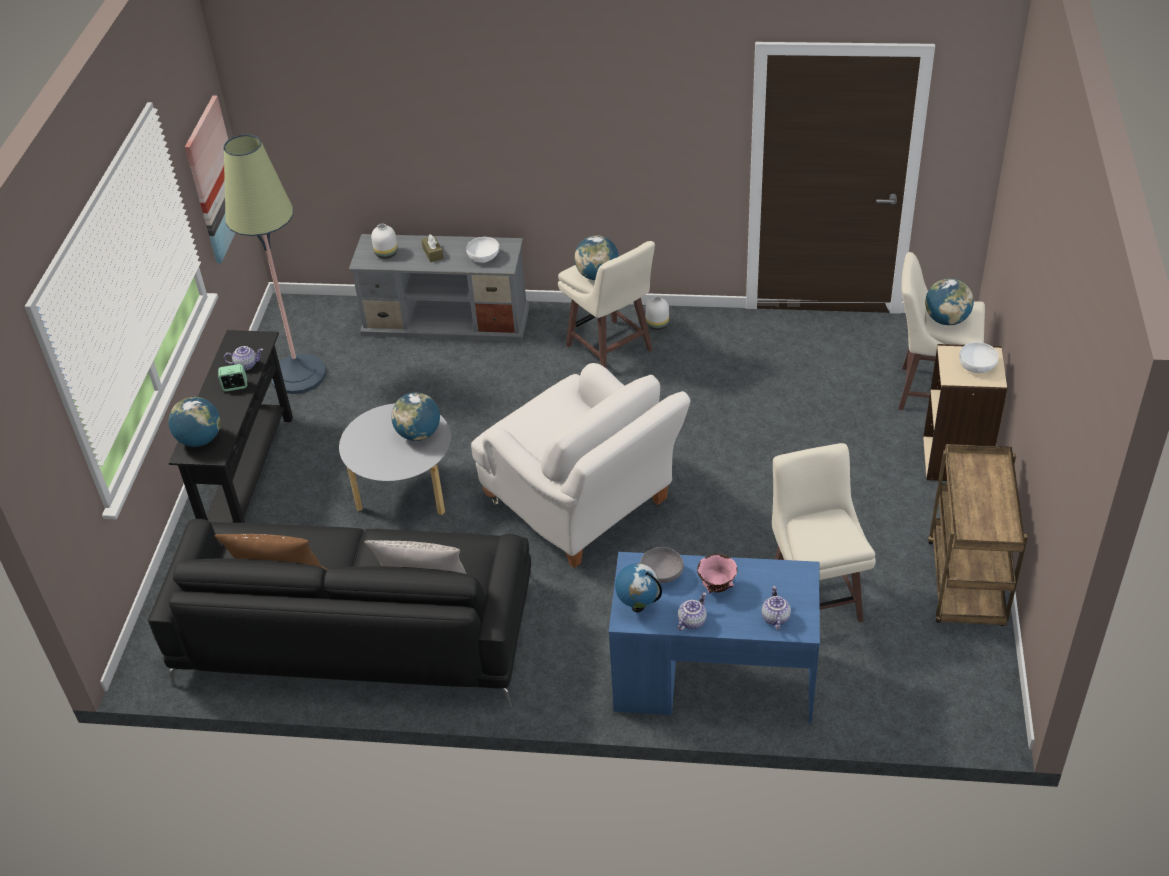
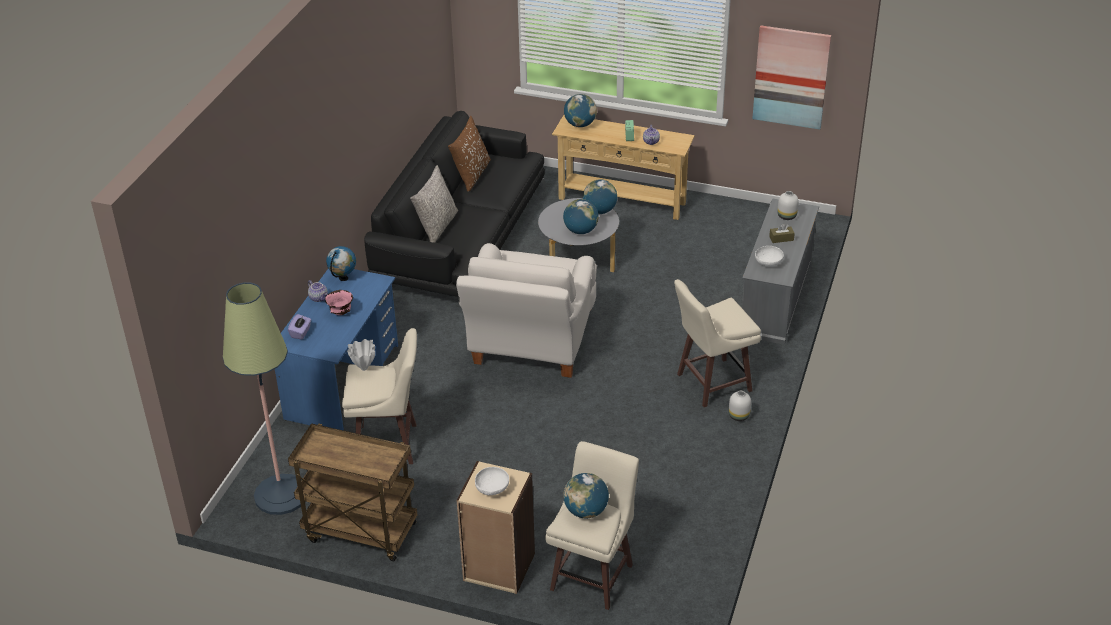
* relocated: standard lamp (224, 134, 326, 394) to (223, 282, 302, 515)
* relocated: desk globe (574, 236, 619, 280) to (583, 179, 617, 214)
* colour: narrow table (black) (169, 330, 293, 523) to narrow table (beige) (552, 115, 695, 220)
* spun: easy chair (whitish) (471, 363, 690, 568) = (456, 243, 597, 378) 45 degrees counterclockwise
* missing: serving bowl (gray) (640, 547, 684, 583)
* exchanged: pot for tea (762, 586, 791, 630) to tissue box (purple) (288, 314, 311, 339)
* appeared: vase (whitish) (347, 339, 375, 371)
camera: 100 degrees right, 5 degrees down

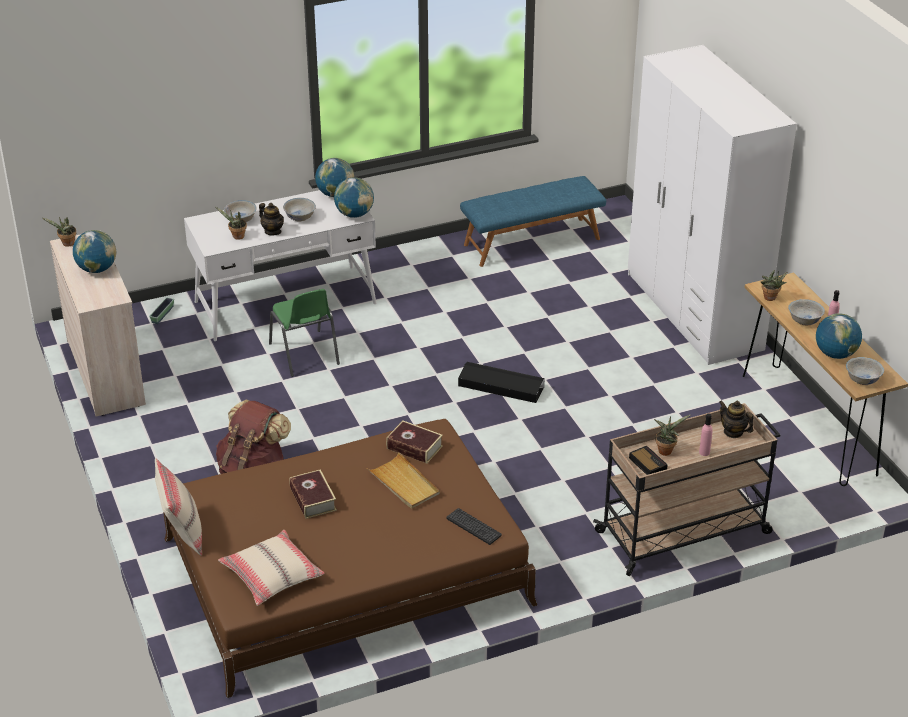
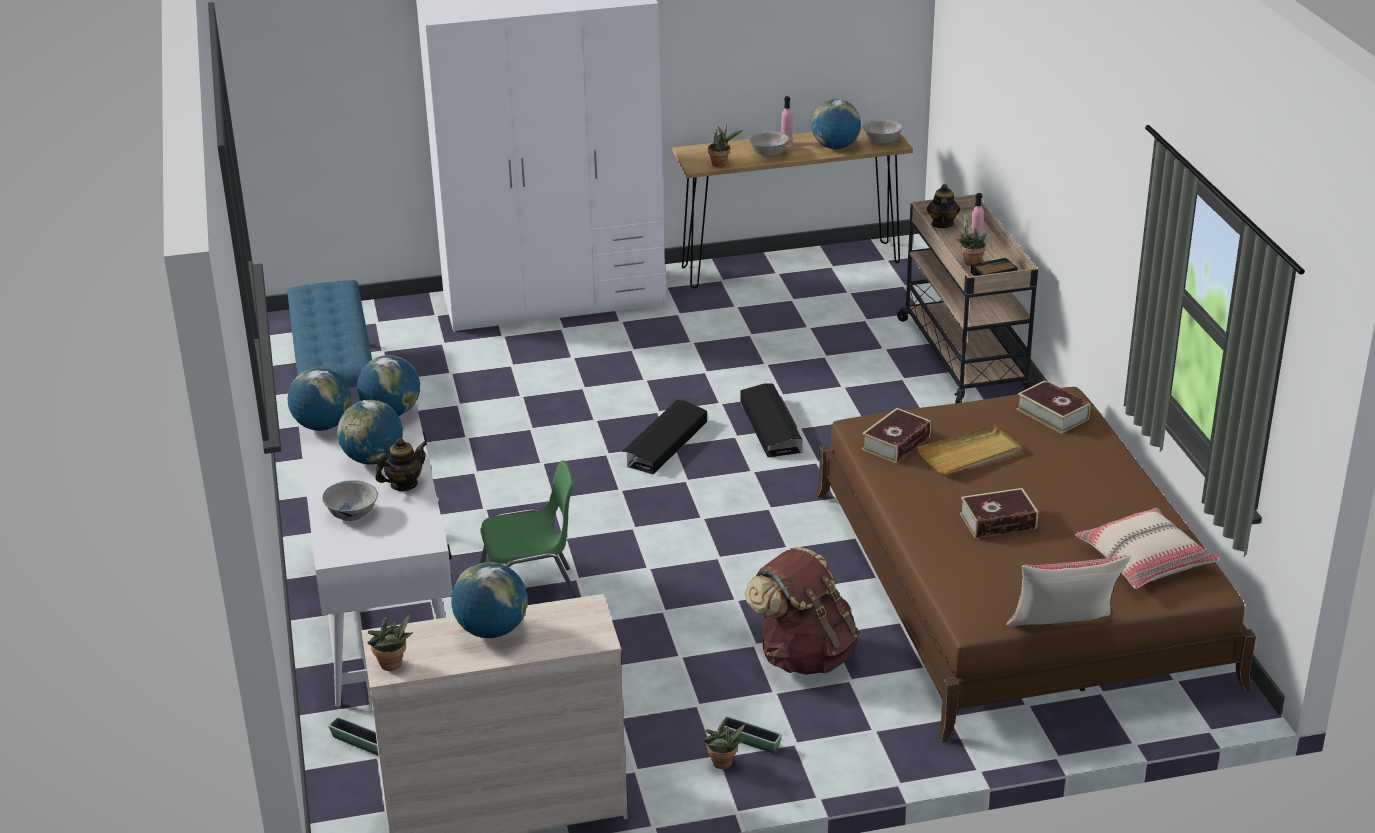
* exchanged: serving bowl (whitish) (283, 198, 316, 222) to desk globe (337, 400, 403, 465)
* relocated: houseplant (216, 207, 247, 240) to (703, 721, 746, 769)
* spun: pot for tea (719, 400, 754, 438) = (927, 184, 960, 228) 135 degrees clockwise
* exchanged: computer keyboard (446, 508, 502, 545) to volume (1016, 380, 1090, 434)
* appeared: storage container (black) (740, 383, 802, 457)
* appeared: flower pot (719, 716, 782, 753)
camera: 80 degrees left, 5 degrees down

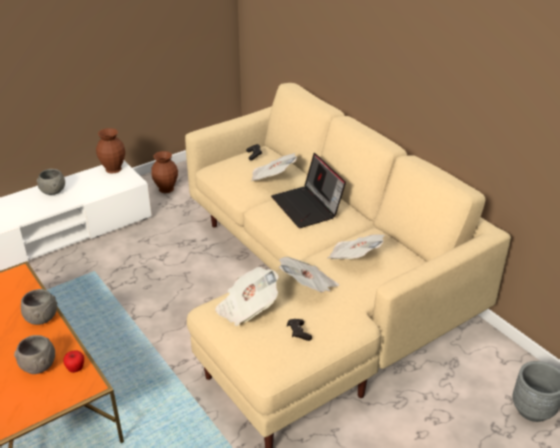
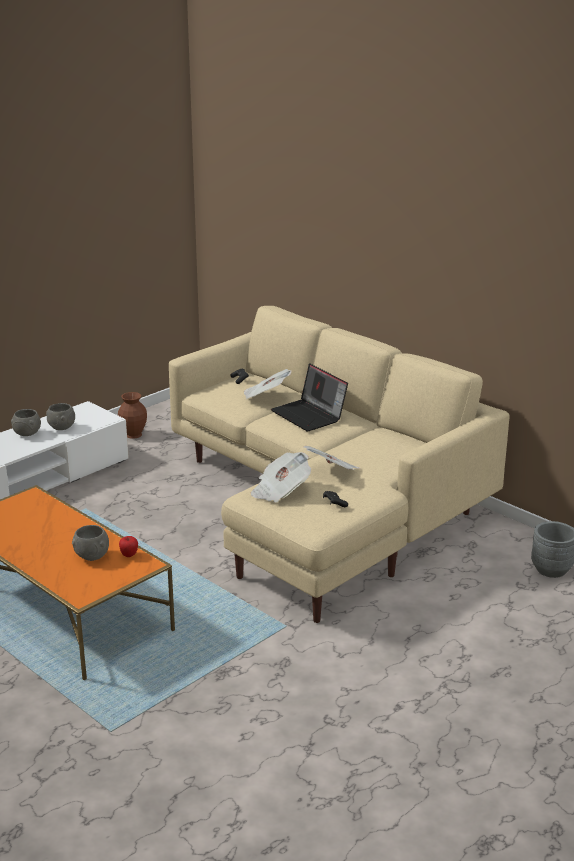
* missing: vase (brownish) (96, 128, 125, 173)
* missing: newspaper (327, 234, 385, 259)
* relocated: serving bowl (gray) (21, 289, 57, 325) to (46, 403, 75, 430)
camera: 10 degrees left, 10 degrees down

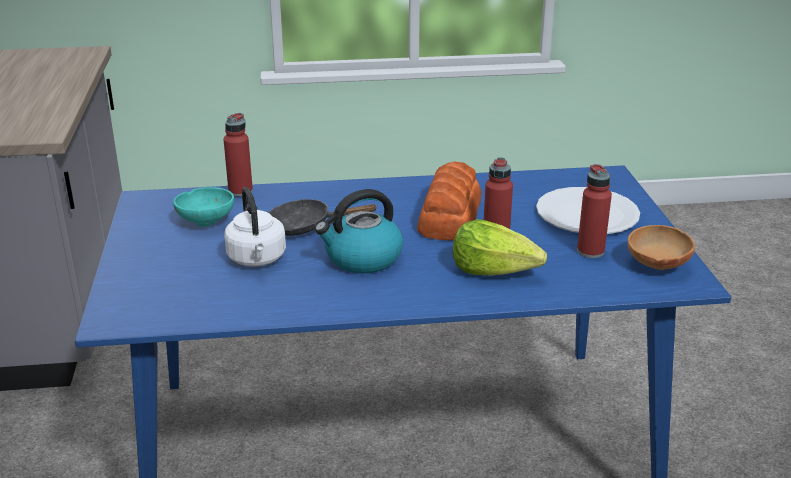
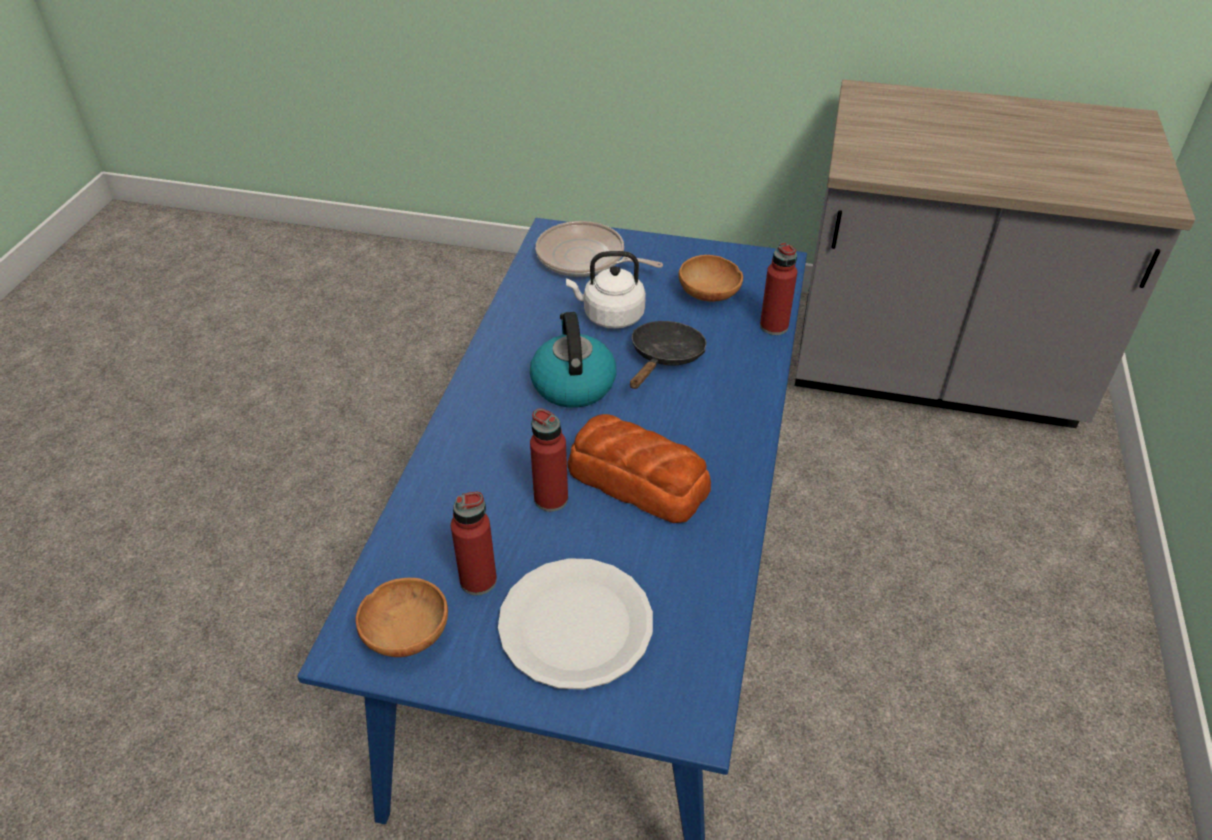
* colour: serving bowl (turquoise-coloured) (173, 187, 234, 227) to serving bowl (brownish) (679, 255, 743, 302)
* missing: lettuce head (452, 219, 547, 275)
* appeared: pan (536, 221, 663, 277)
camera: 110 degrees right, 15 degrees up

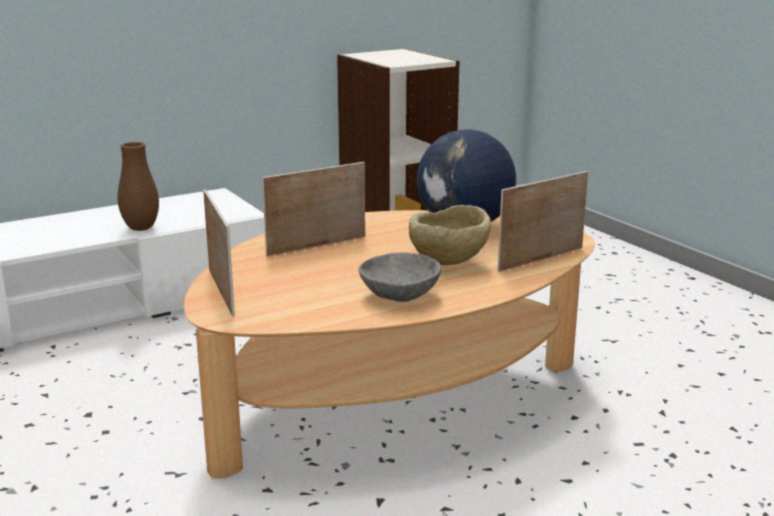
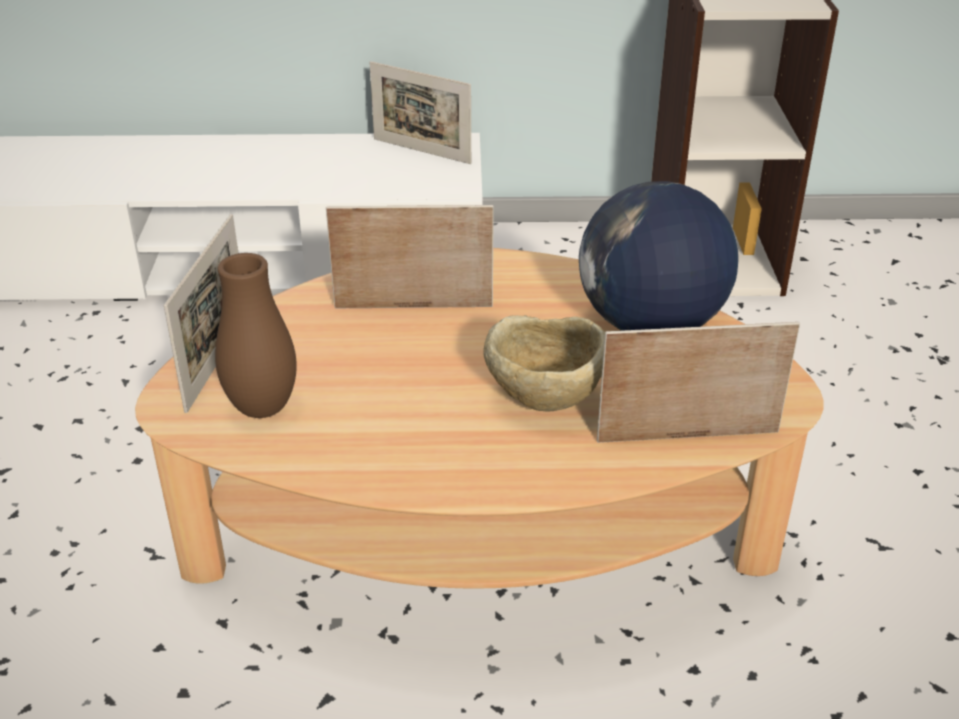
* relocated: vase (brownish) (118, 142, 159, 231) to (215, 253, 297, 418)
* missing: serving bowl (gray) (358, 252, 441, 302)
* appeared: standing frame (369, 61, 471, 164)
camera: 30 degrees right, 15 degrees up

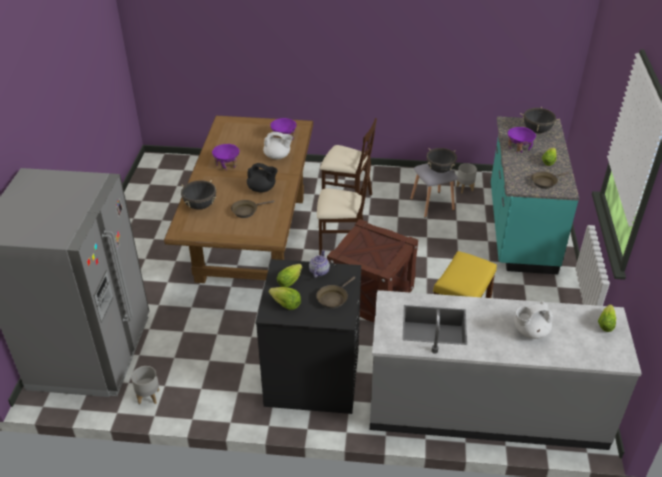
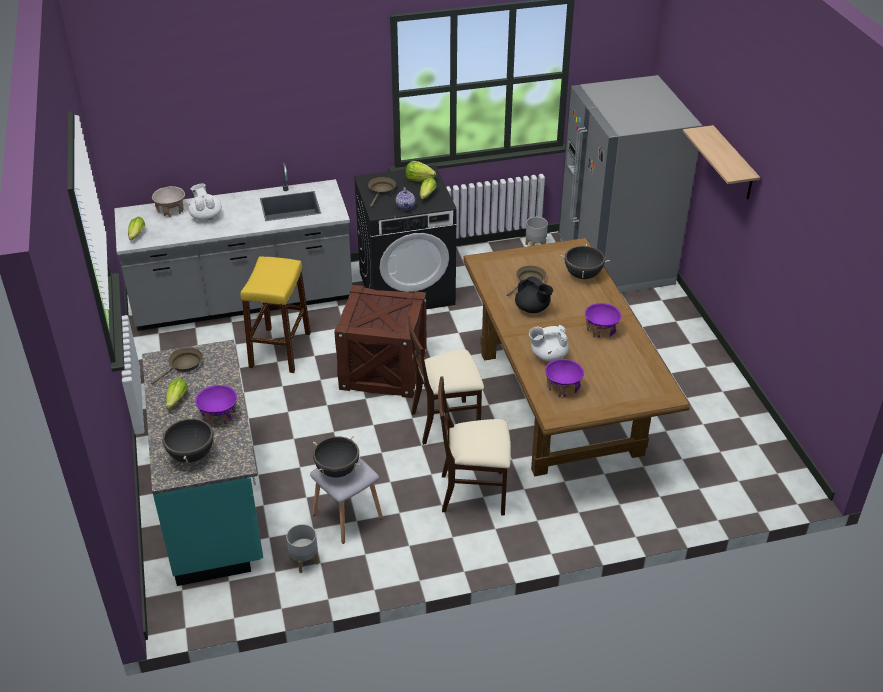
* spun: pot for tea (black) (247, 163, 278, 192) = (515, 276, 553, 313) 135 degrees counterclockwise
* spun: pot for tea (whitish) (514, 301, 553, 339) = (188, 184, 222, 221) 75 degrees counterclockwise
* appeared: shelf (683, 125, 760, 200)
* appeared: serving bowl (beige) (152, 186, 185, 217)
camera: 160 degrees right, 0 degrees up

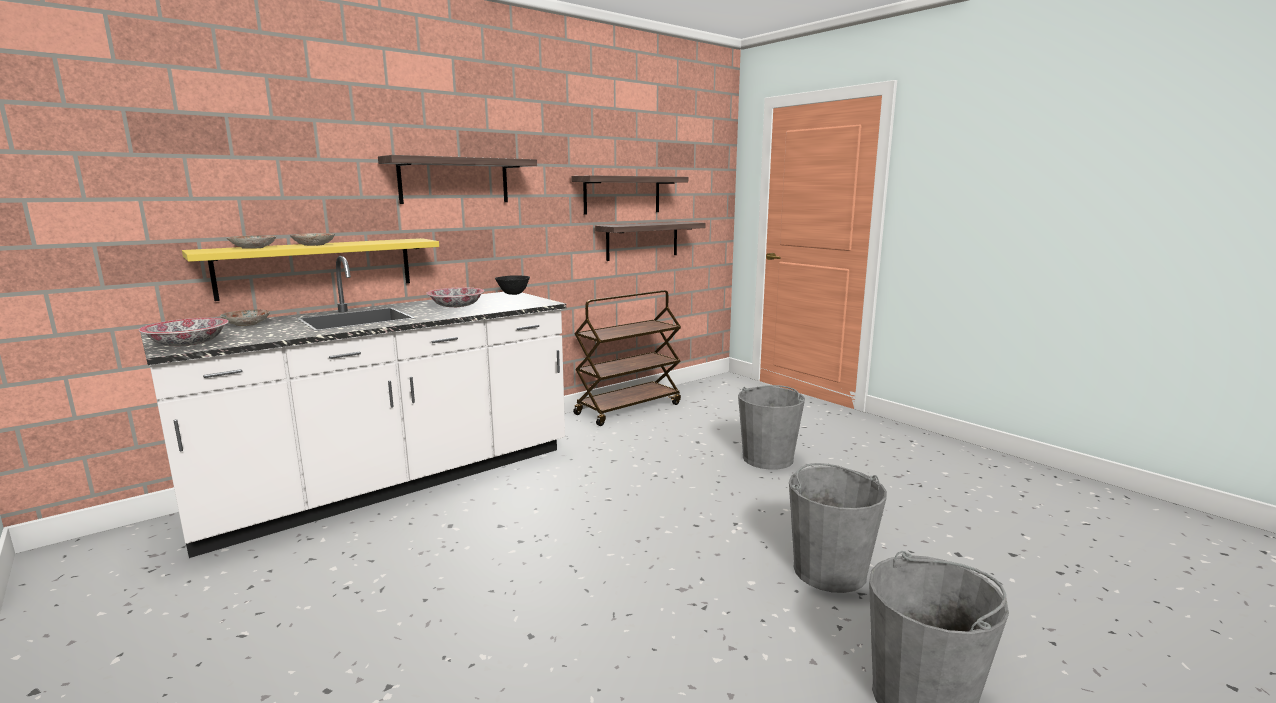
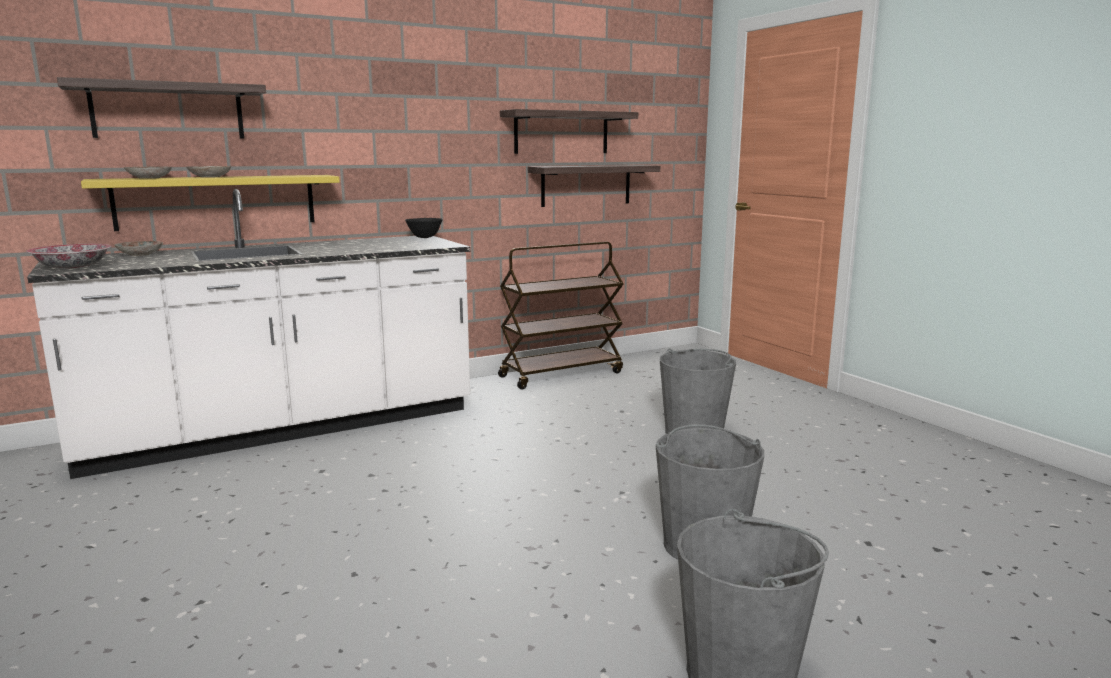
* relocated: shelf (378, 155, 537, 204) to (57, 77, 266, 139)
* missing: serving bowl (426, 287, 484, 307)
camera: 10 degrees right, 0 degrees up

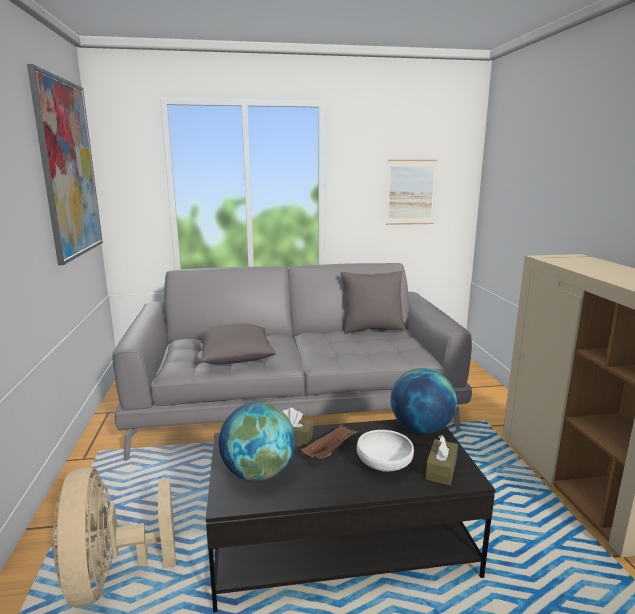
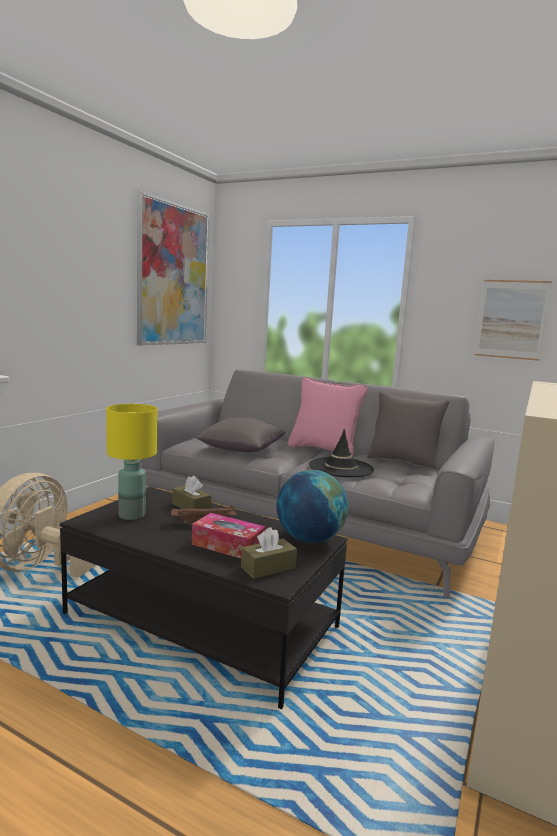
* exchanged: desk globe (219, 402, 295, 481) to lamp for a table (yellow-coloured) (106, 404, 157, 520)
* exchanged: serving bowl (whitish) (357, 430, 414, 472) to tissue box (192, 513, 266, 559)
* appeared: cushion (pink-coloured) (287, 377, 368, 456)
* appeared: hat (black) (309, 429, 374, 477)
camera: 35 degrees right, 5 degrees down

